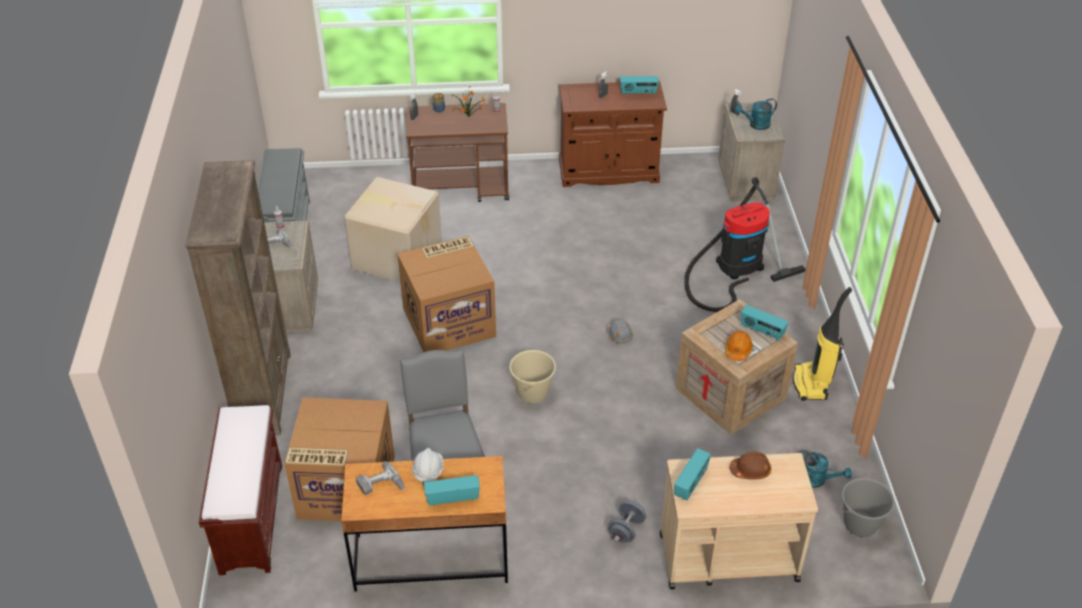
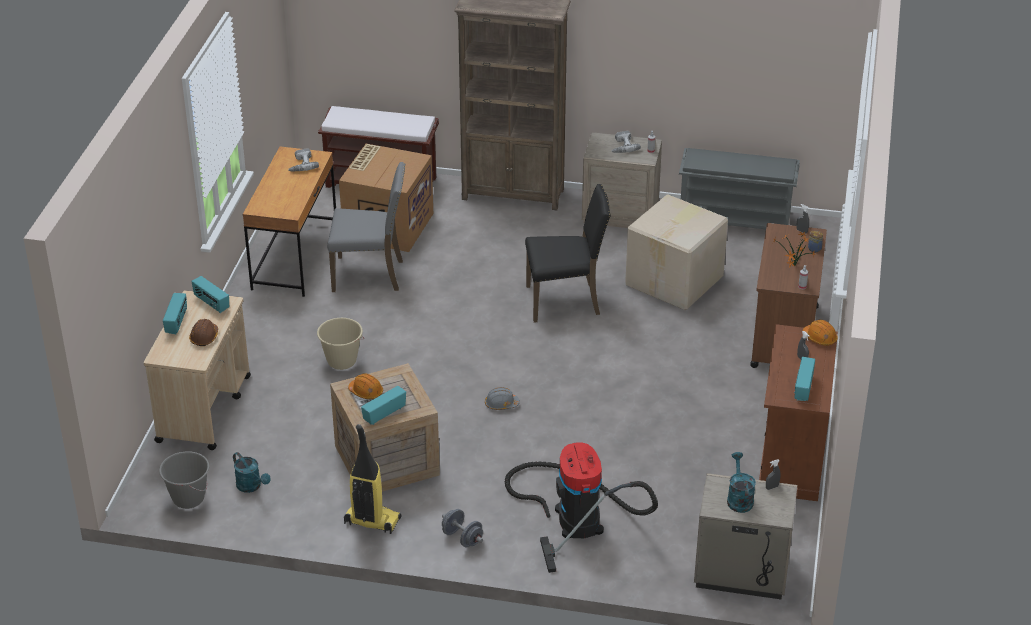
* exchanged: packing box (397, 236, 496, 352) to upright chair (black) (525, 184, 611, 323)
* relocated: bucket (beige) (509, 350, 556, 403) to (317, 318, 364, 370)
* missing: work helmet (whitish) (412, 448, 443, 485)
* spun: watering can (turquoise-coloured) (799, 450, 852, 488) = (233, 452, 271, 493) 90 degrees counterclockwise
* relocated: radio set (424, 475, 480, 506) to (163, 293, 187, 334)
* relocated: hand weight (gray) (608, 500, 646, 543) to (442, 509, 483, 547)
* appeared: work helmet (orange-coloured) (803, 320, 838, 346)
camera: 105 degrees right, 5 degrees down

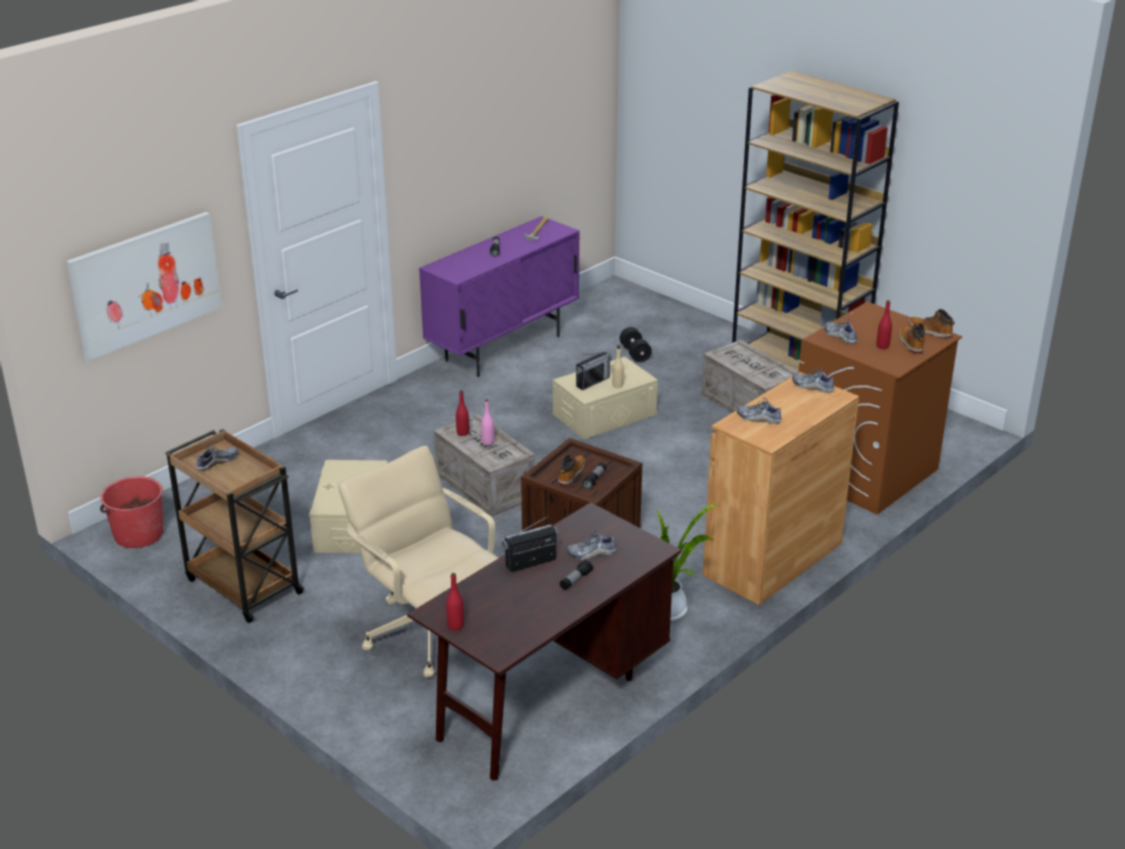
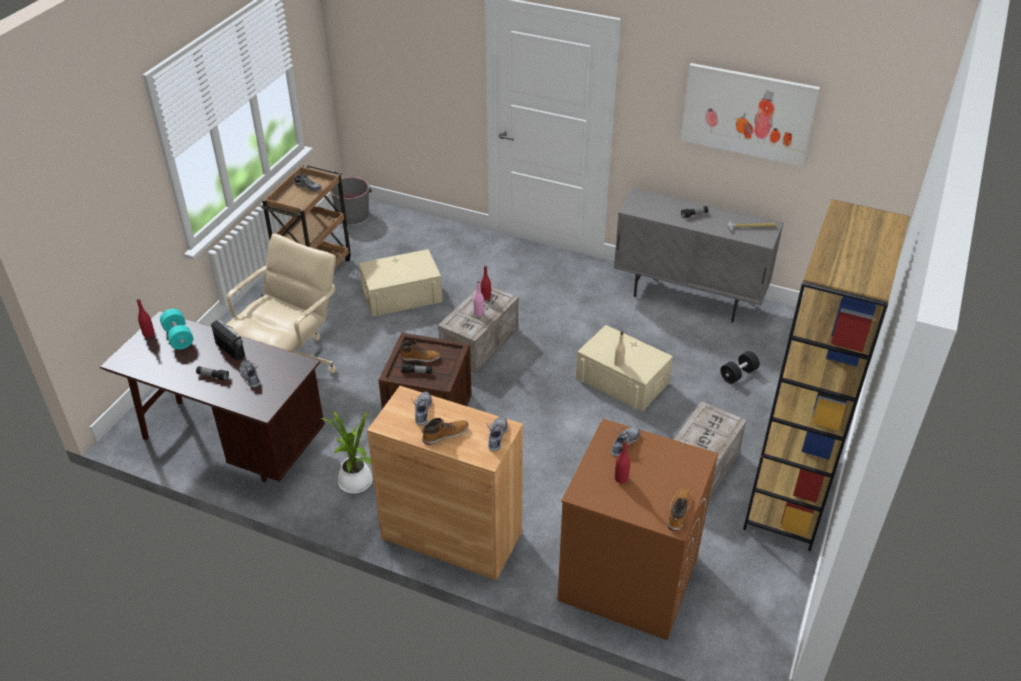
* relocated: wall art (66, 212, 222, 361) to (680, 63, 820, 166)
* colour: storage cabinet (purple) (419, 216, 580, 377) to storage cabinet (gray) (614, 188, 784, 323)
* relocated: high-top boot (899, 323, 925, 354) to (422, 418, 469, 445)
* missing: radio set (576, 352, 612, 390)
* colour: bucket (reddish) (100, 476, 163, 548) to bucket (gray) (330, 177, 372, 224)
* appeared: hand weight (turquoise-coloured) (160, 309, 193, 350)
camera: 70 degrees right, 10 degrees up

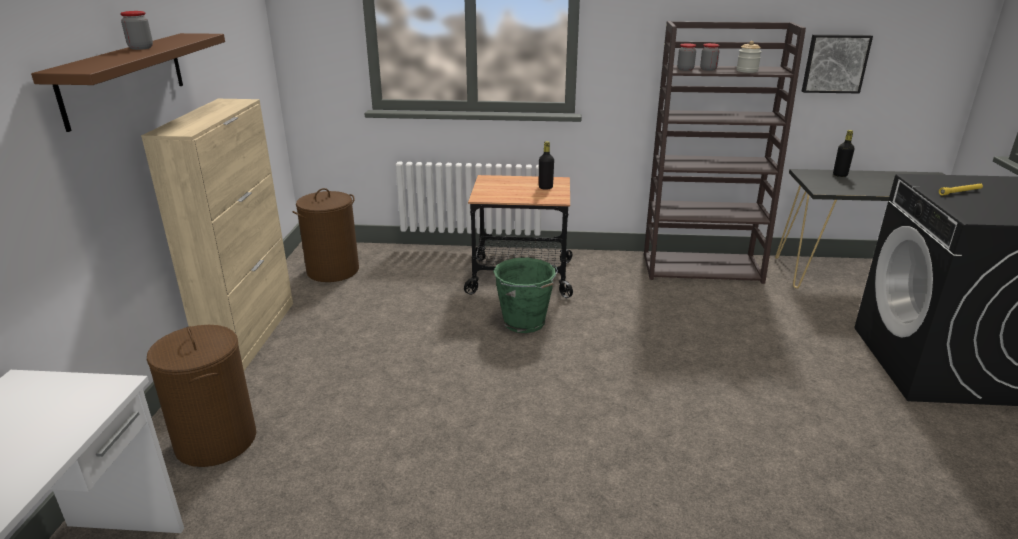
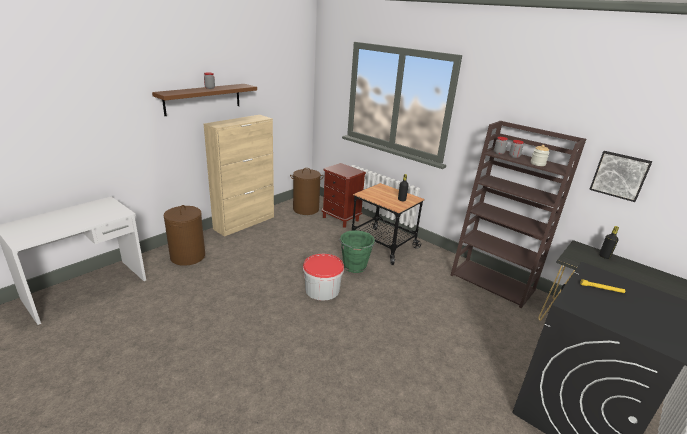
* appeared: bedside table (brownish) (322, 163, 366, 228)
* appeared: bucket (303, 254, 344, 301)
camera: 35 degrees right, 0 degrees up

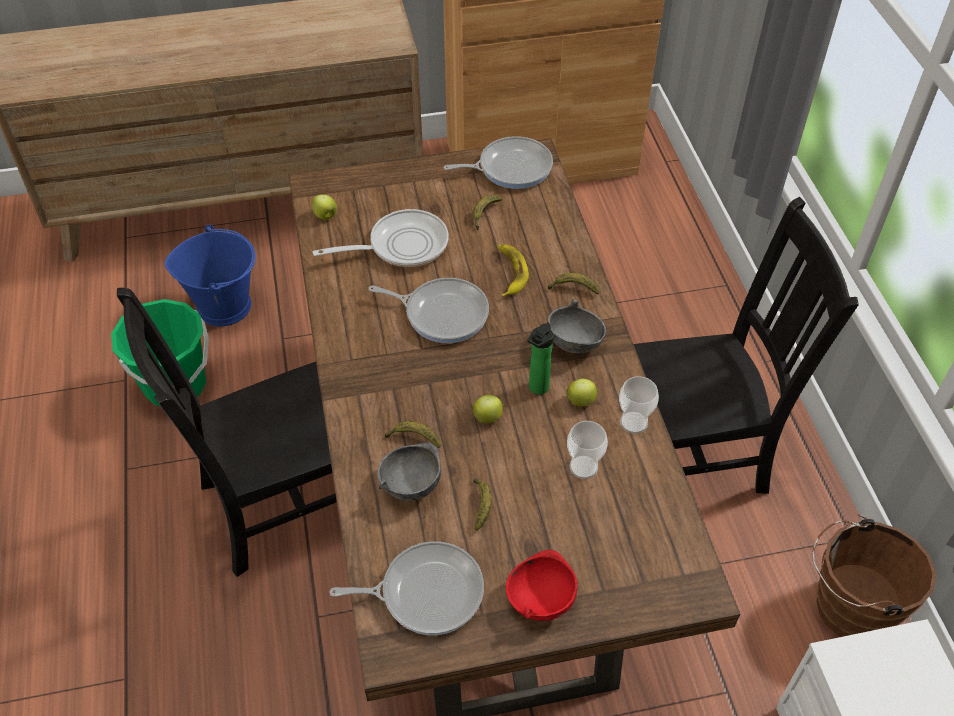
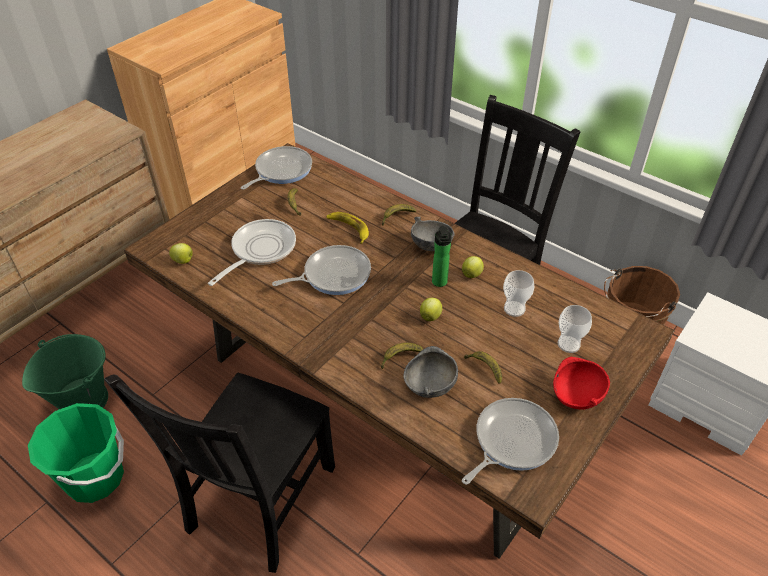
* colour: bucket (blue) (165, 225, 256, 326) to bucket (greenish) (22, 334, 108, 410)
* relocated: cup (619, 376, 659, 434) to (558, 305, 592, 353)
camera: 40 degrees left, 5 degrees down

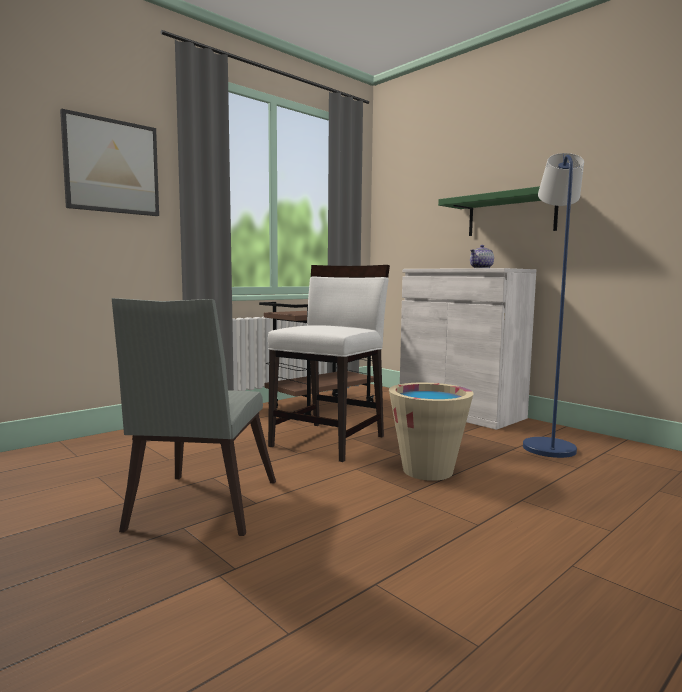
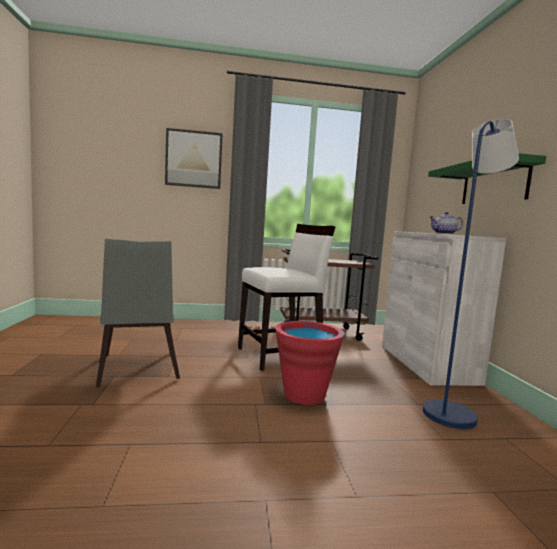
* spun: upright chair (gray) (112, 298, 276, 536) = (96, 238, 180, 387) 60 degrees counterclockwise
* colour: bucket (beige) (389, 383, 474, 481) to bucket (reddish) (275, 321, 344, 405)
camera: 35 degrees right, 0 degrees up

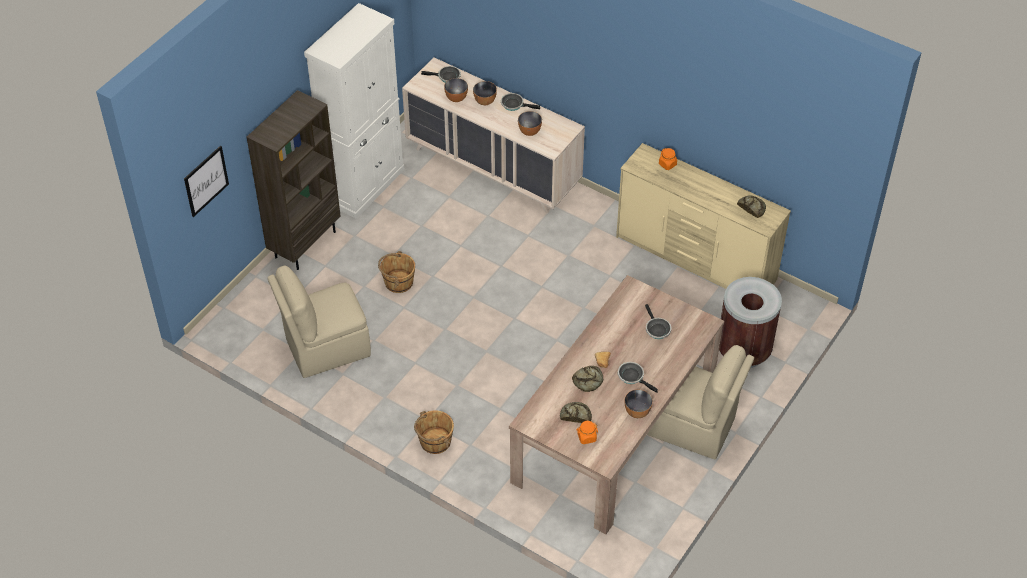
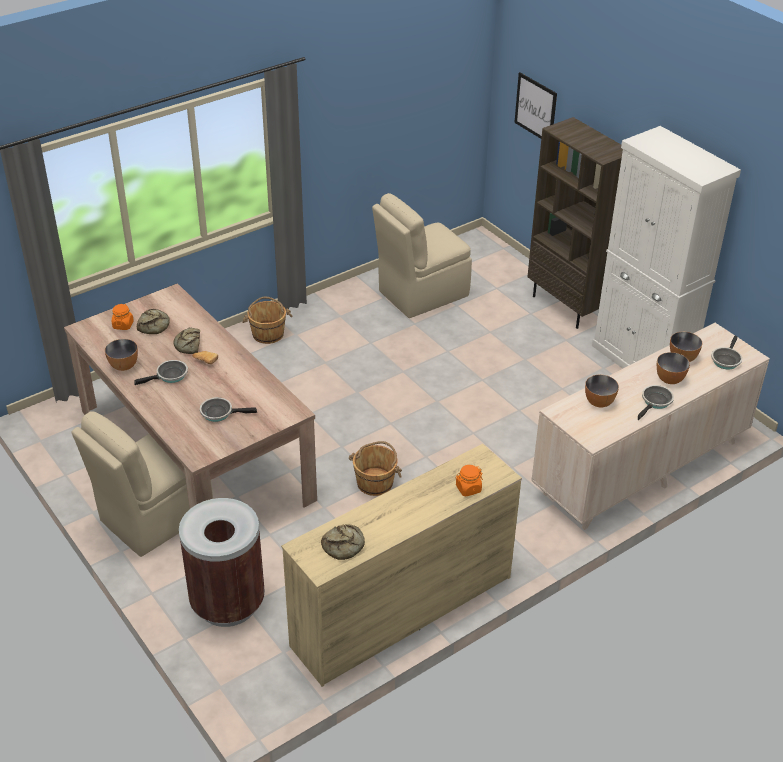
* relocated: bucket (brownish) (378, 251, 415, 293) to (349, 441, 402, 496)
* spun: upright chair (beige) (267, 266, 371, 378) = (372, 193, 472, 318) 120 degrees counterclockwise
camera: 110 degrees right, 10 degrees down

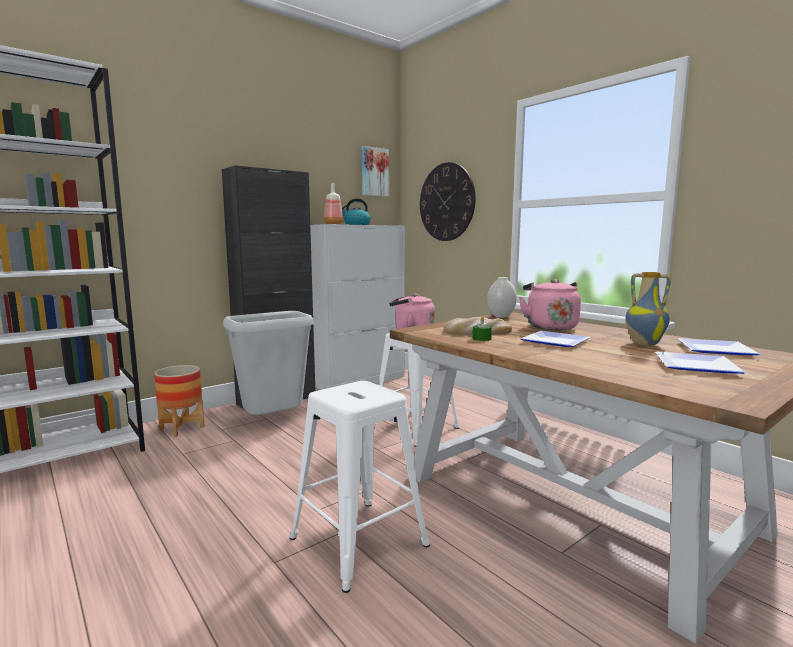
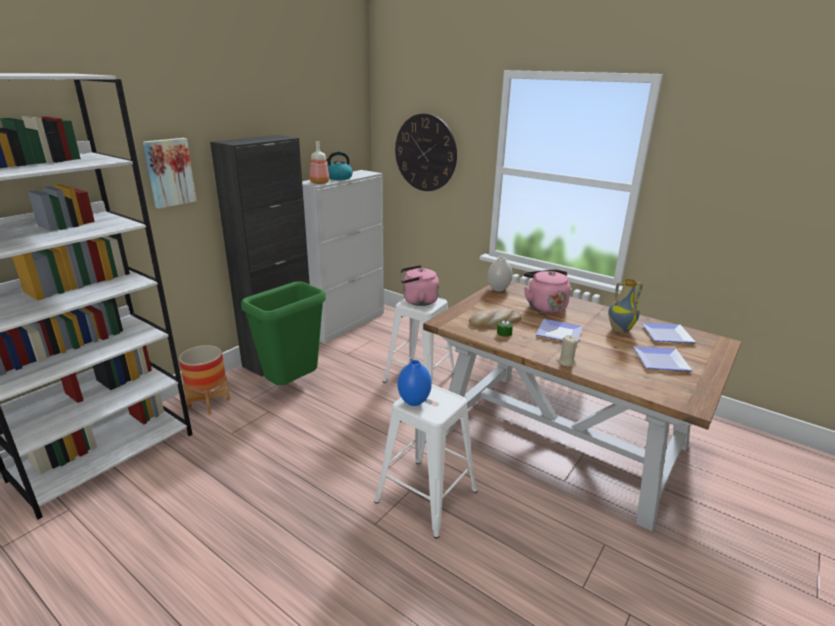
* relocated: wall art (362, 146, 389, 197) to (143, 138, 197, 208)
* colour: rubbish bin (gray) (223, 311, 313, 415) to rubbish bin (greenish) (241, 281, 326, 385)
* appeared: wax candle (beige) (556, 335, 578, 366)
* appeared: vase (blue) (398, 360, 432, 406)
camera: 15 degrees left, 15 degrees up

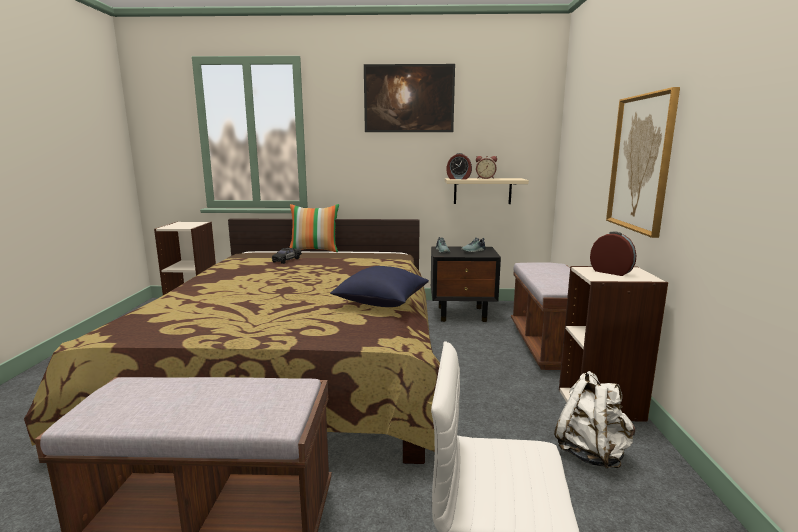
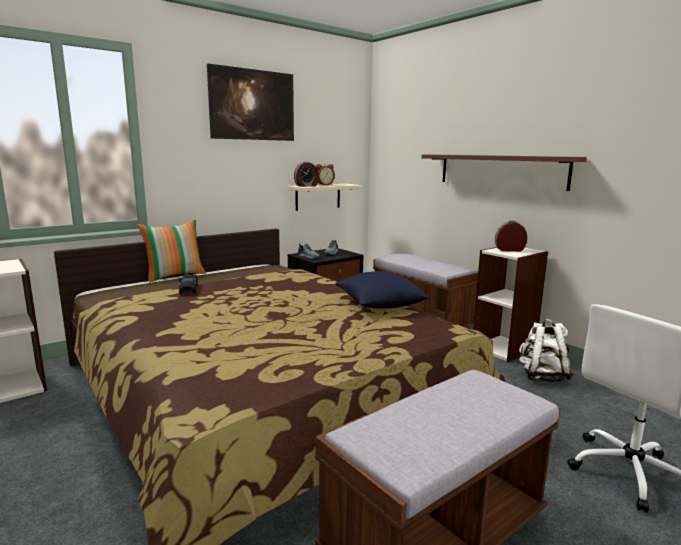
* exchanged: wall art (606, 87, 680, 238) to shelf (brownish) (422, 154, 587, 191)
camera: 40 degrees left, 0 degrees up

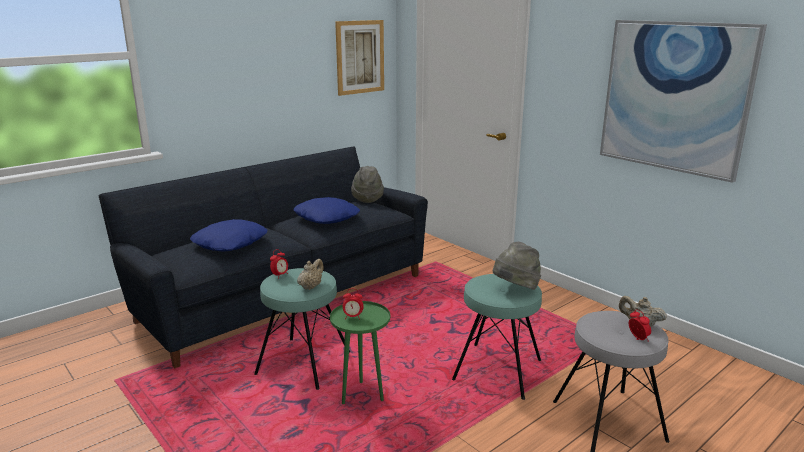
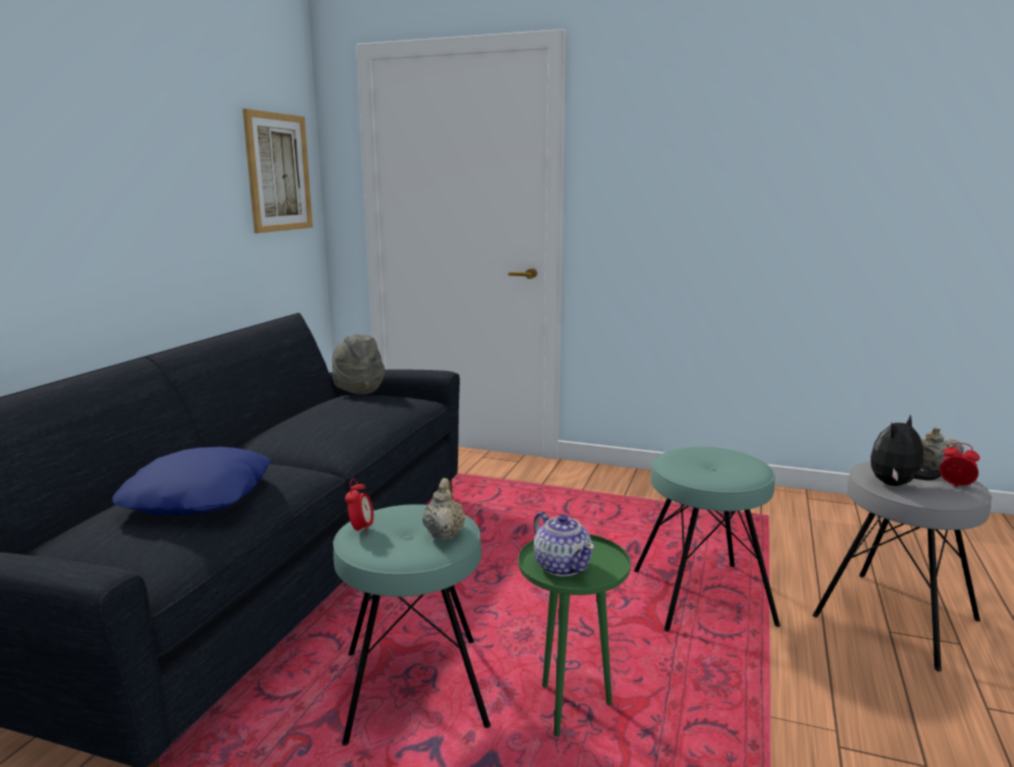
* missing: wall art (600, 20, 767, 183)
* missing: cushion (blue) (293, 197, 360, 224)
* missing: hat (gray) (493, 242, 541, 290)
* exchanged: table clock (343, 288, 364, 319) to pot for tea (534, 512, 595, 577)
* appeared: soft toy (870, 415, 941, 486)
camera: 30 degrees left, 5 degrees down

